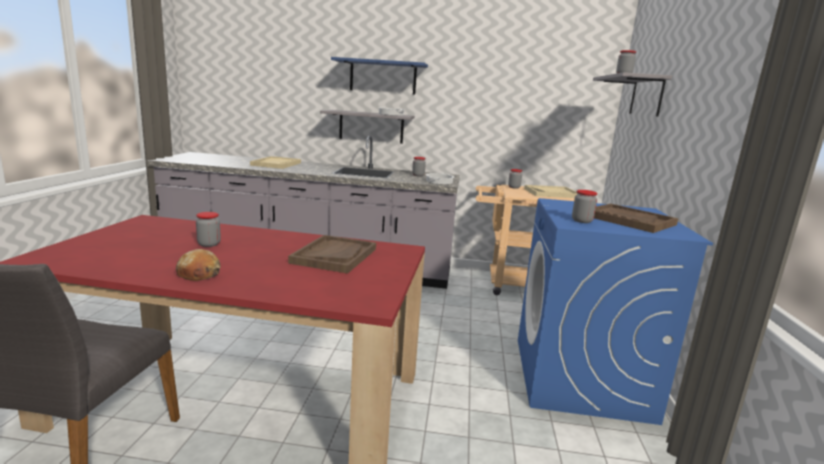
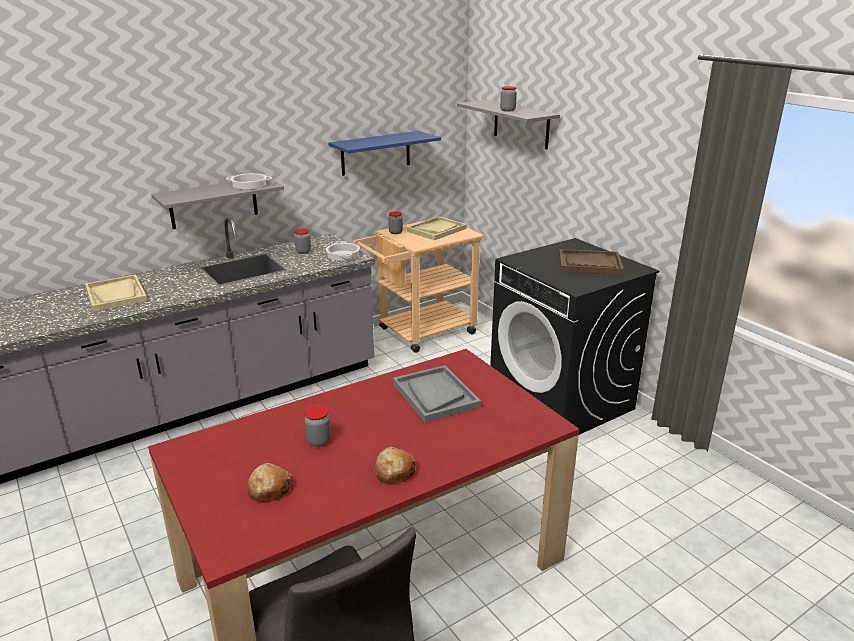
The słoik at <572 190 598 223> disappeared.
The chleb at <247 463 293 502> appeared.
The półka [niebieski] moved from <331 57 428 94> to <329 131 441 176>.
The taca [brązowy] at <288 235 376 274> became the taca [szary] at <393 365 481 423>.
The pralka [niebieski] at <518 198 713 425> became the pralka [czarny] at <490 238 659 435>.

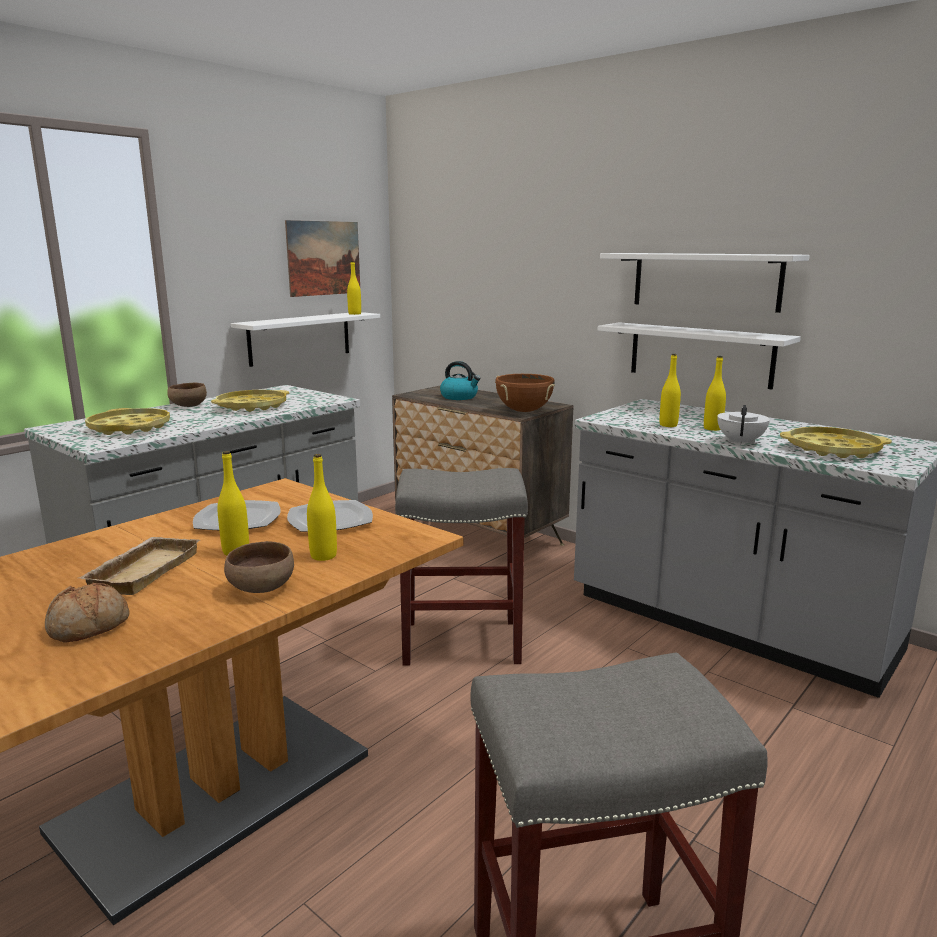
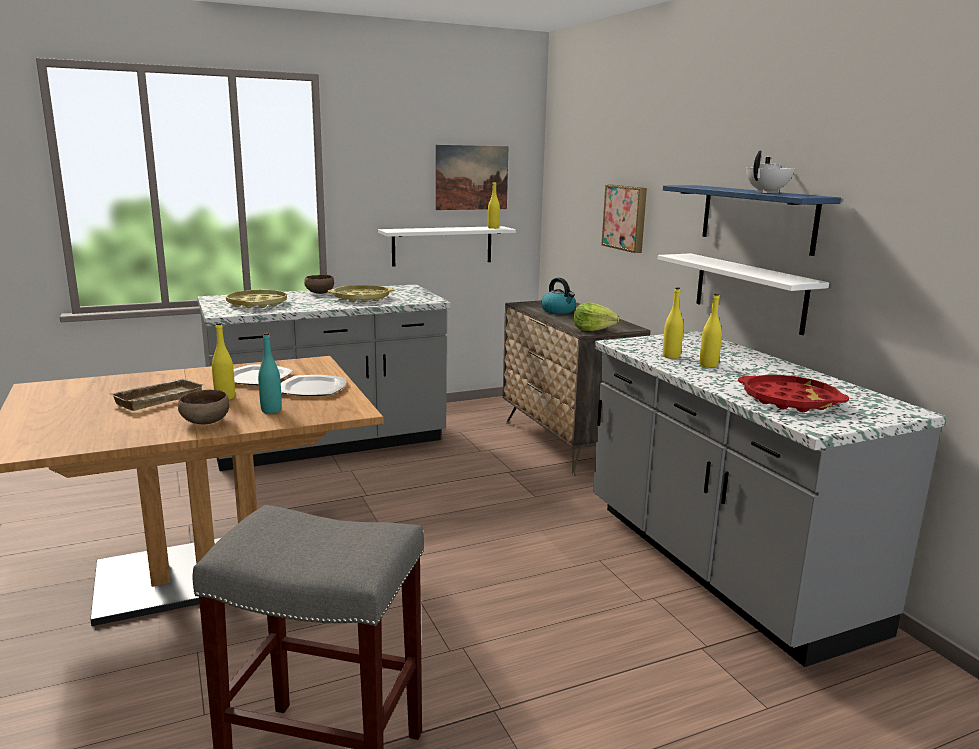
The chleb at <45 583 129 643> disappeared.
The stołek [szary] at <395 468 528 666> disappeared.
The obraz at <602 185 647 253> appeared.
The imbryk [biały] moved from <717 405 770 445> to <746 150 794 194>.
The garnek [brązowy] at <495 374 555 412> was replaced by the sałata at <574 303 619 331>.
The butelka [żółty] at <307 454 337 561> became the butelka [turkusowy] at <258 333 282 414>.
The półka [biały] at <600 253 810 313> became the półka [niebieski] at <663 185 841 256>.
The taca [żółty] at <780 427 892 458> became the taca [czerwony] at <738 375 849 412>.

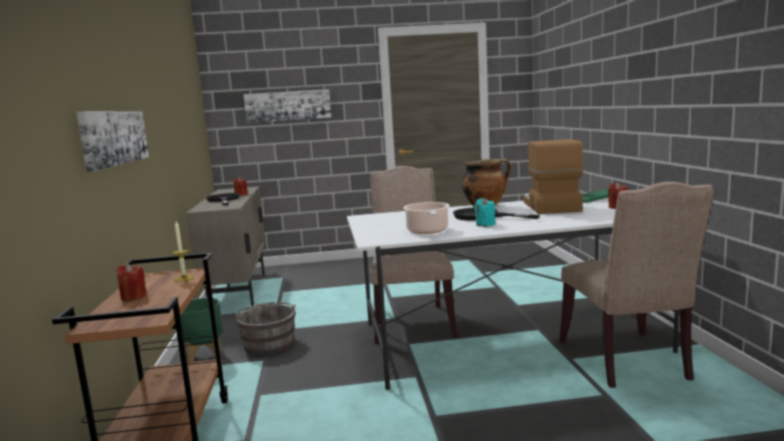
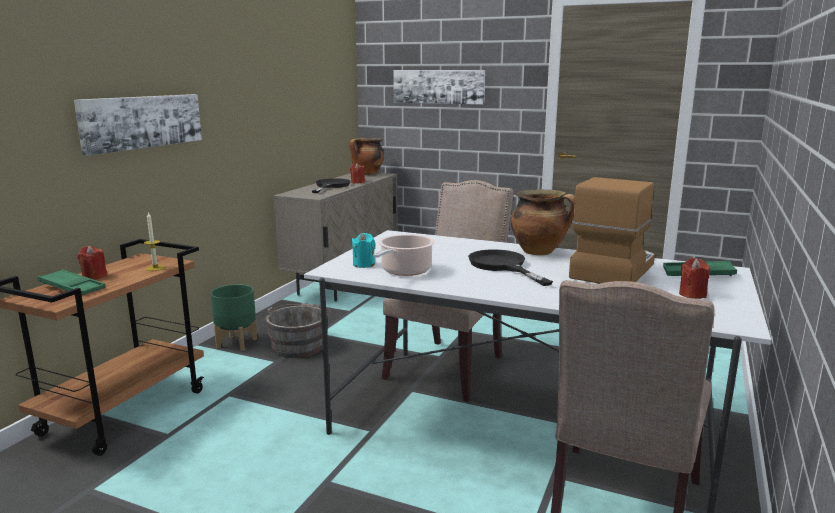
The taca [zielony] at <37 269 105 295> appeared.
The garnek at <349 138 384 175> appeared.
The świeca [turkusowy] moved from <474 198 496 227> to <352 233 375 268>.

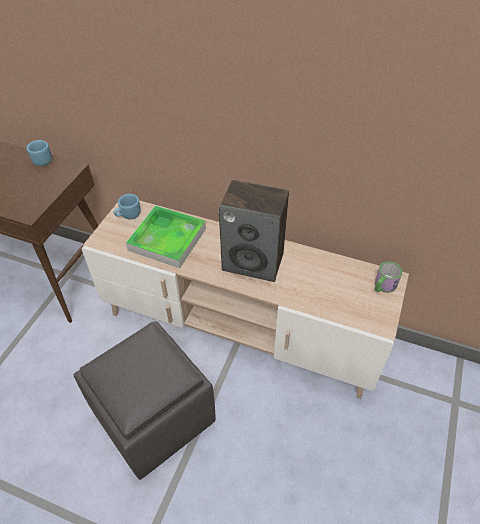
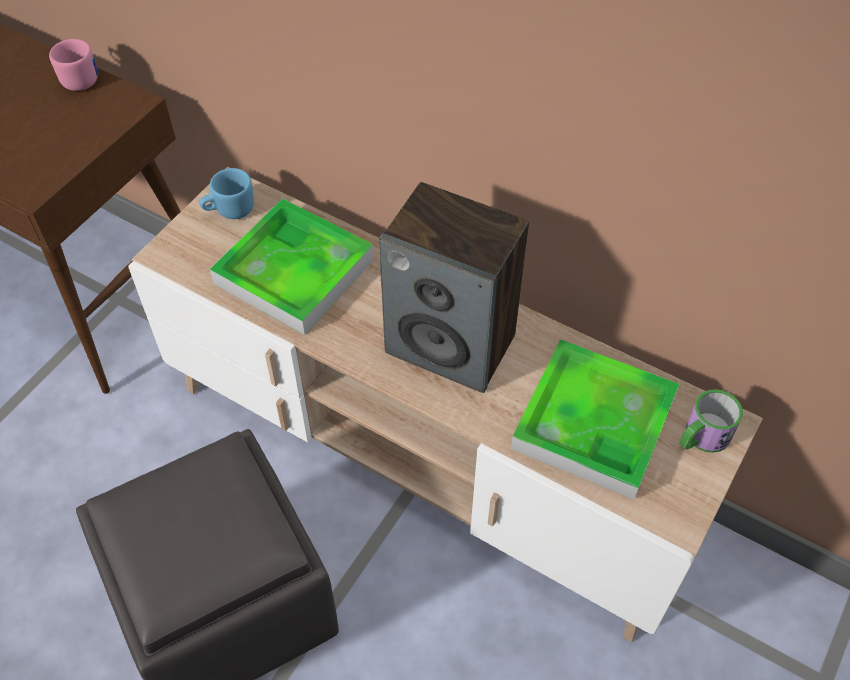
The taca at <511 339 679 499> appeared.
The kubek [niebieski] at <27 140 52 166> became the kubek [różowy] at <49 39 98 91>.

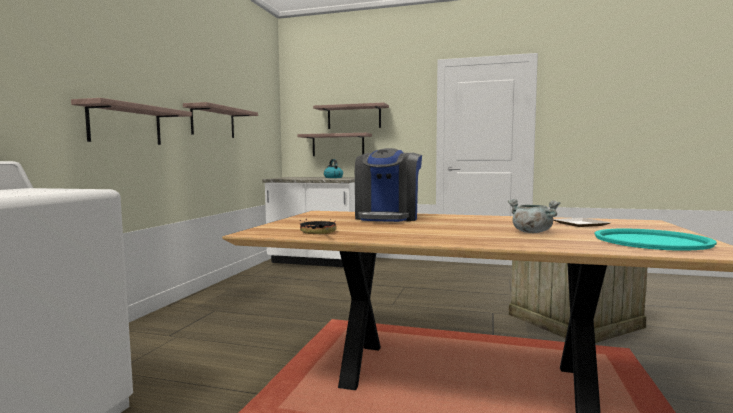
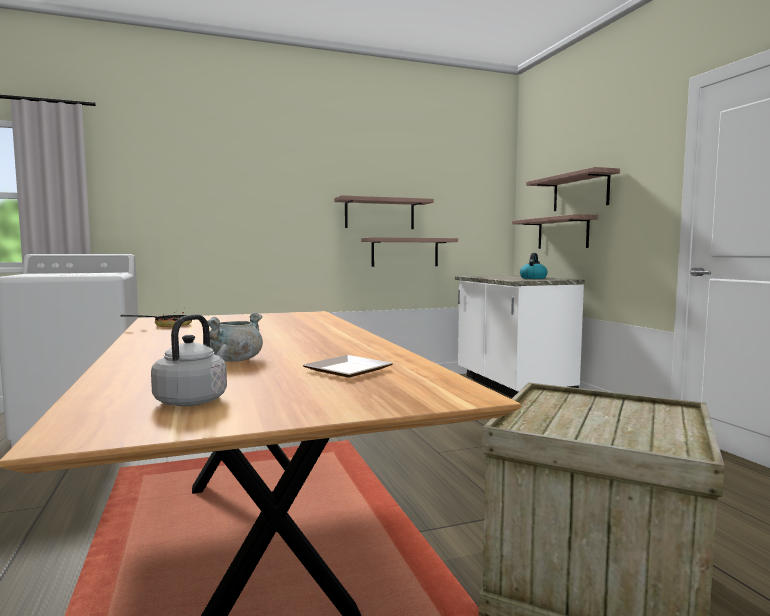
The ekspres do kawy at <355 148 422 222> disappeared.
The półka moved from <71 98 192 145> to <361 237 458 267>.
The taca [turkusowy] at <594 229 717 251> was replaced by the czajnik [szary] at <151 314 228 406>.

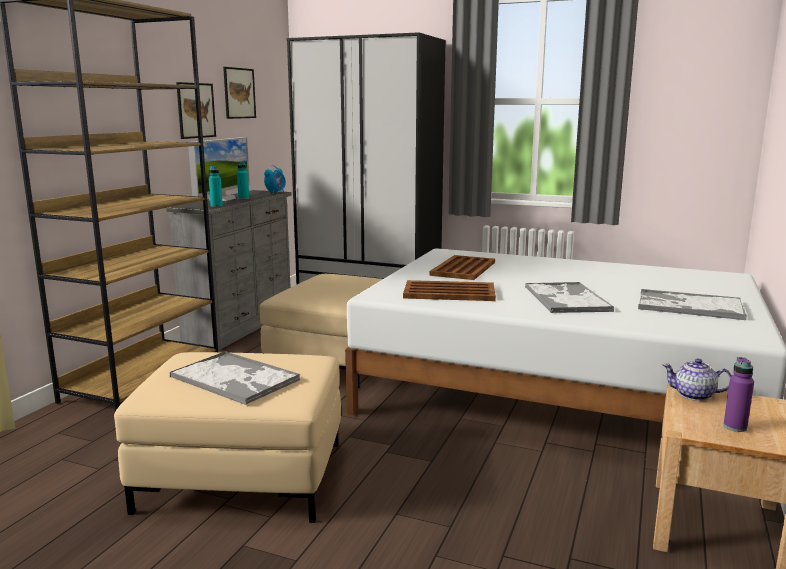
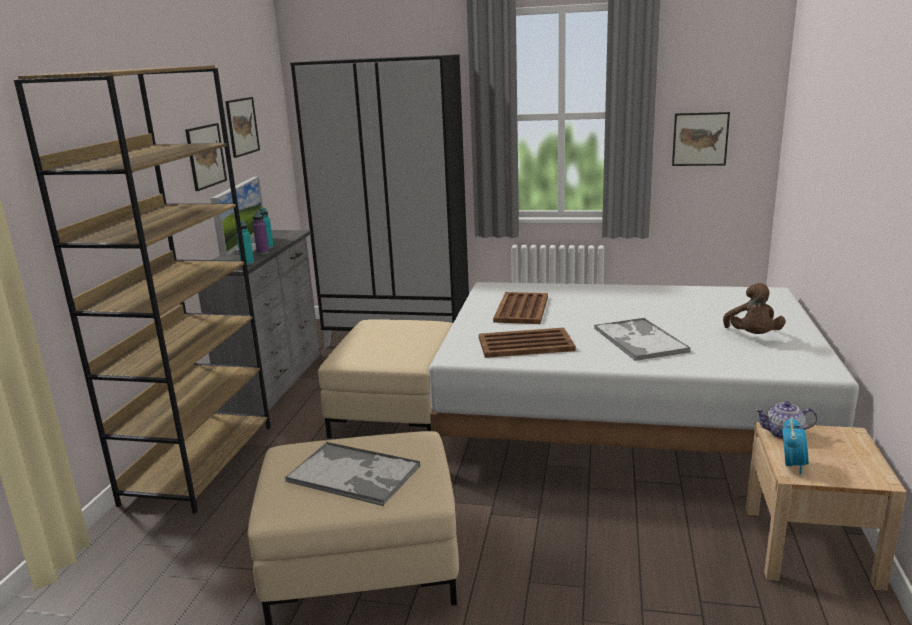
The obraz at <672 112 730 166> appeared.
The budzik moved from <264 165 286 194> to <782 417 809 475>.
The butelka [fioletowy] moved from <723 357 754 432> to <253 212 269 254>.
The taca at <638 289 747 320> was replaced by the pluszak [brązowy] at <723 283 786 334>.

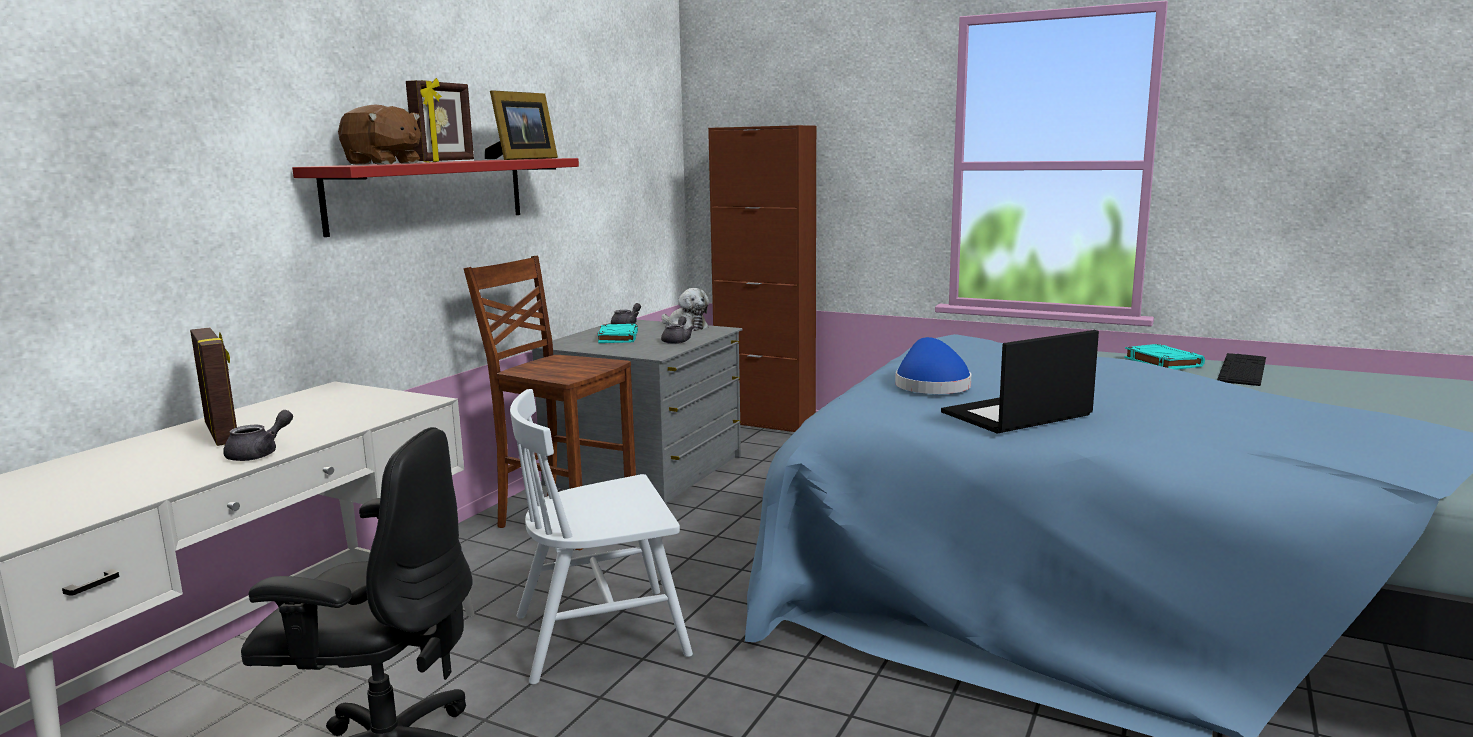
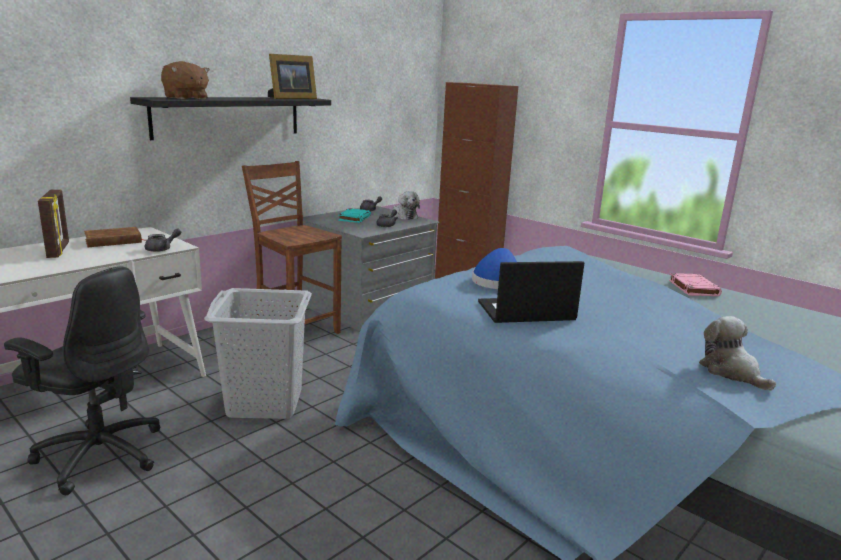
The ramka na zdjęcie at <406 78 474 162> disappeared.
The klawiatura at <1217 353 1266 386> disappeared.
The książka [brązowy] at <84 227 143 247> appeared.
The pluszak at <699 316 776 391> appeared.
The imbryk [szary] moved from <223 410 293 461> to <145 228 181 252>.
The krzesło [biały] at <510 389 693 685> was replaced by the kosz na pranie [szary] at <204 288 312 419>.
The półka [czerwony] at <292 158 579 237> became the półka [czarny] at <130 97 331 140>.
The książka [turkusowy] at <1124 344 1205 370> became the książka [różowy] at <669 273 722 296>.

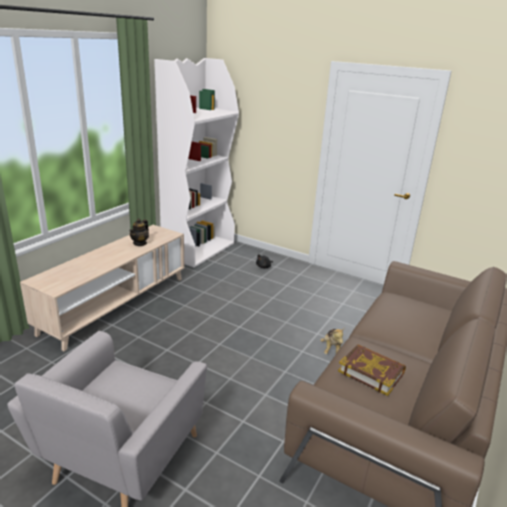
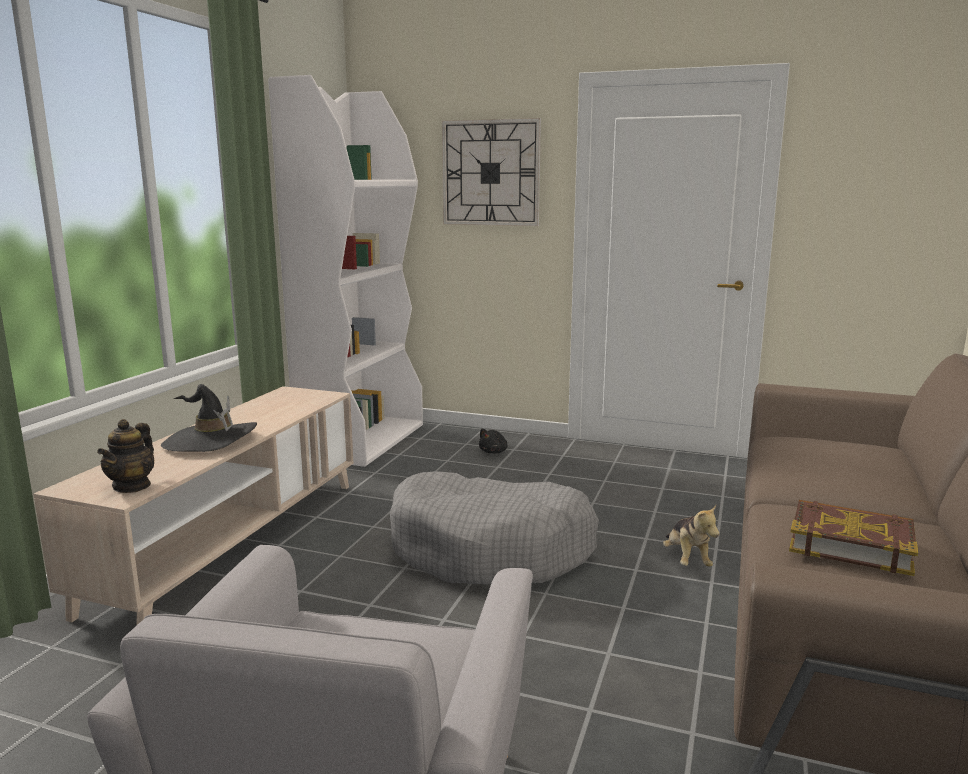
The kapelusz [czarny] at <161 384 257 452> appeared.
The legowisko [szary] at <390 471 599 584> appeared.
The zegar ścienny at <442 118 541 226> appeared.
The imbryk moved from <129 218 149 246> to <97 419 154 493>.

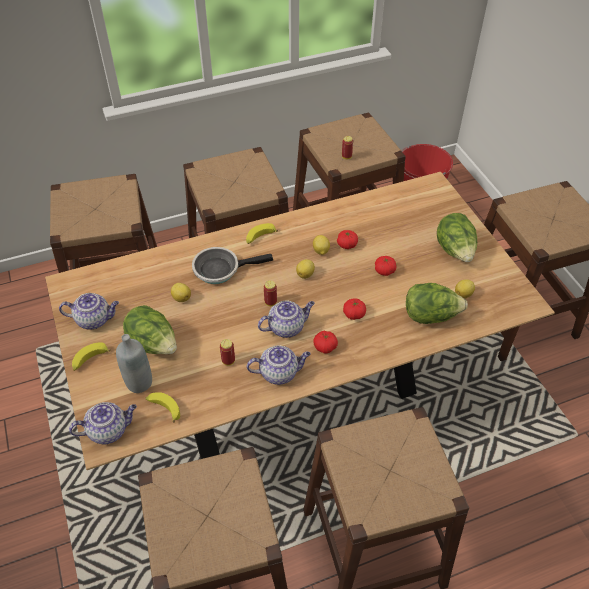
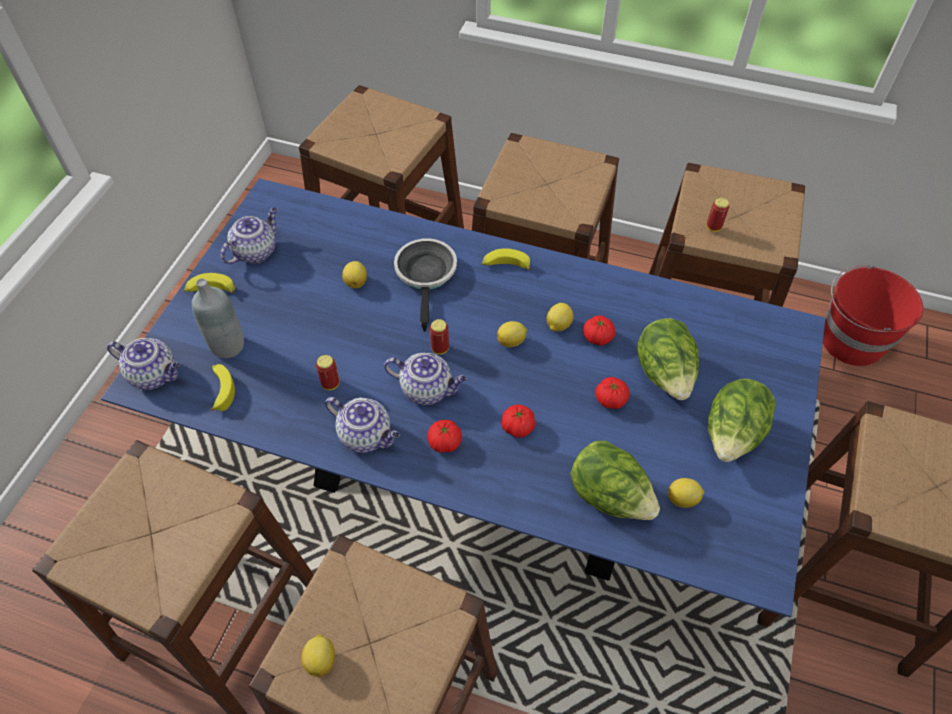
The cytryna at <301 634 335 677> appeared.
The sałata moved from <123 305 177 354> to <637 318 699 400>.
The stół jadalny [brązowy] at <45 172 555 470> became the stół jadalny [niebieski] at <101 178 826 617>.
The imbryk at <59 293 119 330> turned 90 degrees counterclockwise.
The patelnia at <192 247 274 284> turned 60 degrees clockwise.

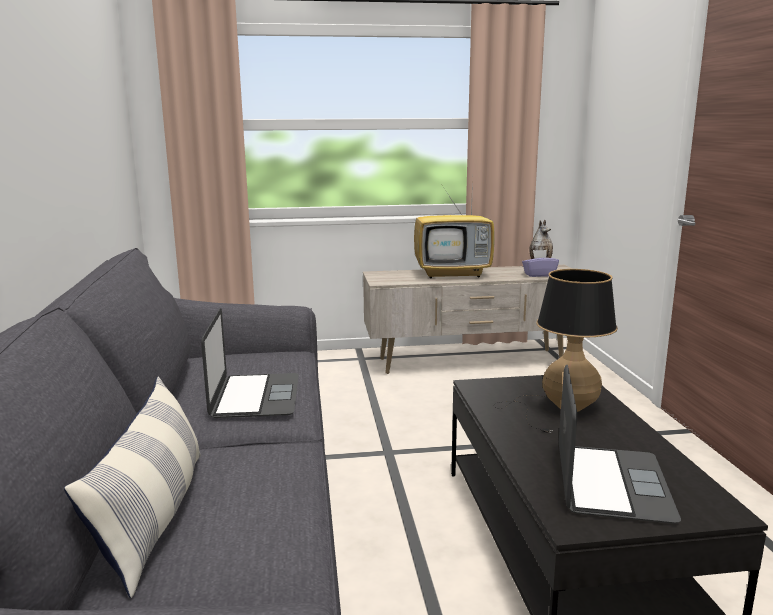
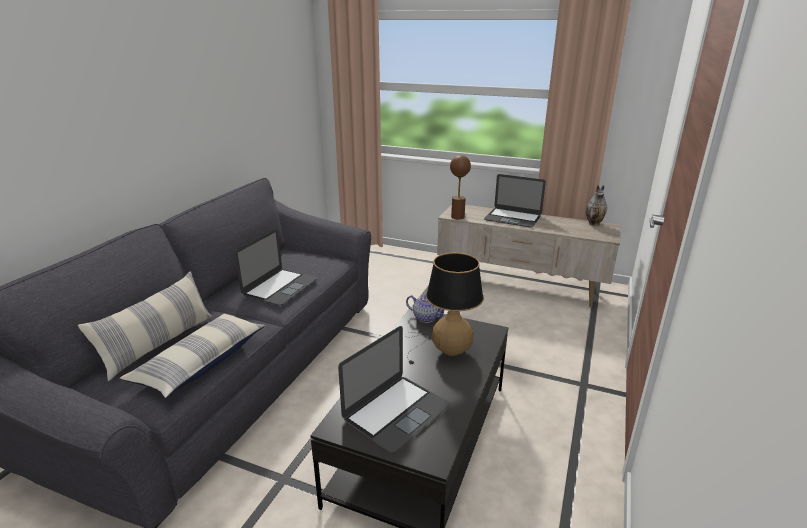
The pudełko chusteczek [fioletowy] at <522 250 559 277> disappeared.
The poduszka at <120 313 266 398> appeared.
The imbryk at <406 294 444 323> appeared.
The lampa stołowa [brązowy] at <450 155 471 219> appeared.
The telewizor at <414 177 494 278> was replaced by the laptop at <484 174 546 228>.

